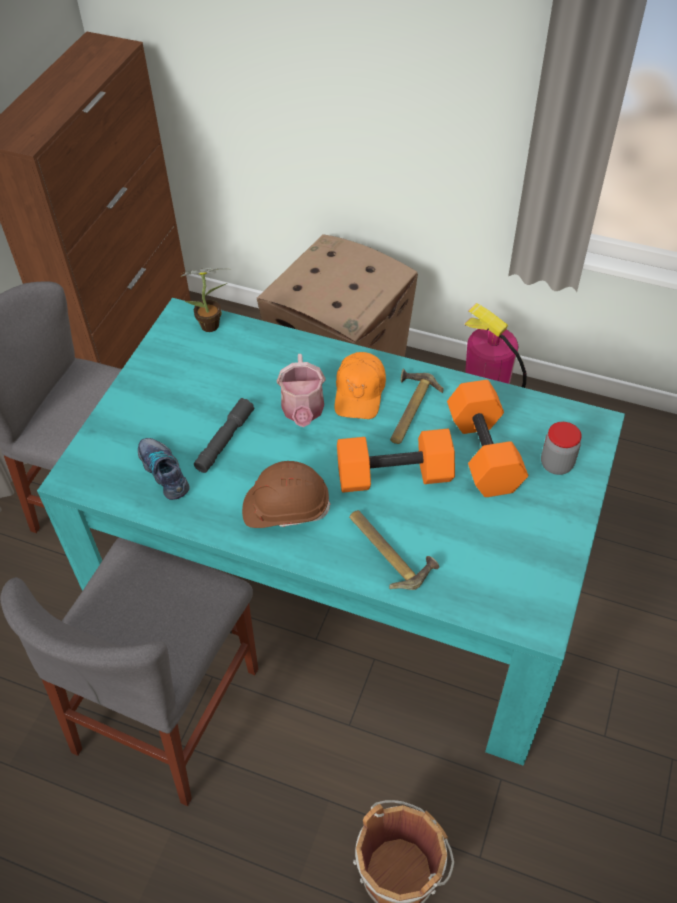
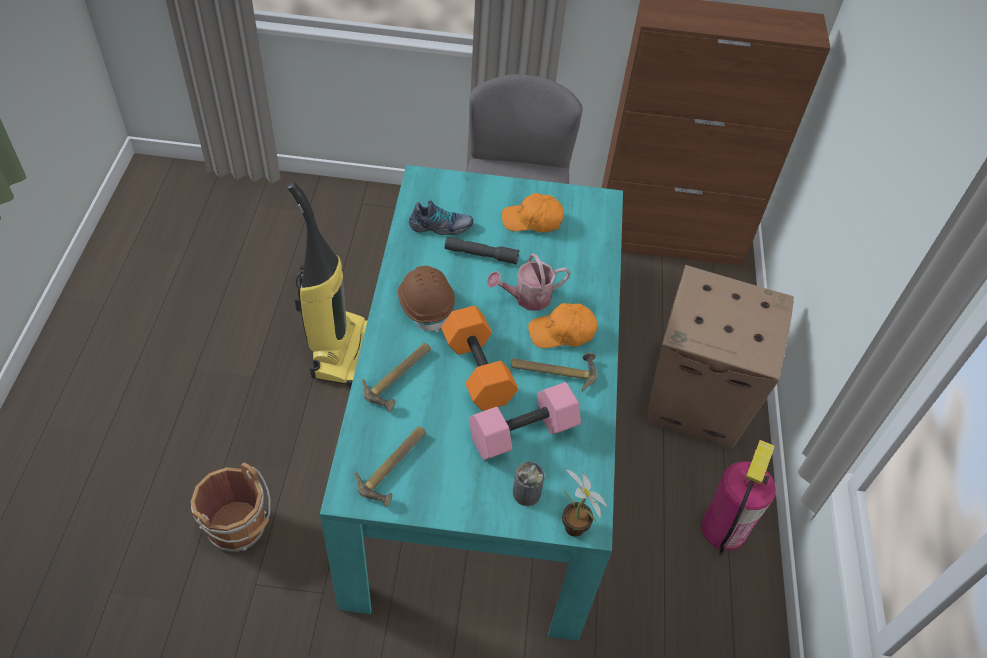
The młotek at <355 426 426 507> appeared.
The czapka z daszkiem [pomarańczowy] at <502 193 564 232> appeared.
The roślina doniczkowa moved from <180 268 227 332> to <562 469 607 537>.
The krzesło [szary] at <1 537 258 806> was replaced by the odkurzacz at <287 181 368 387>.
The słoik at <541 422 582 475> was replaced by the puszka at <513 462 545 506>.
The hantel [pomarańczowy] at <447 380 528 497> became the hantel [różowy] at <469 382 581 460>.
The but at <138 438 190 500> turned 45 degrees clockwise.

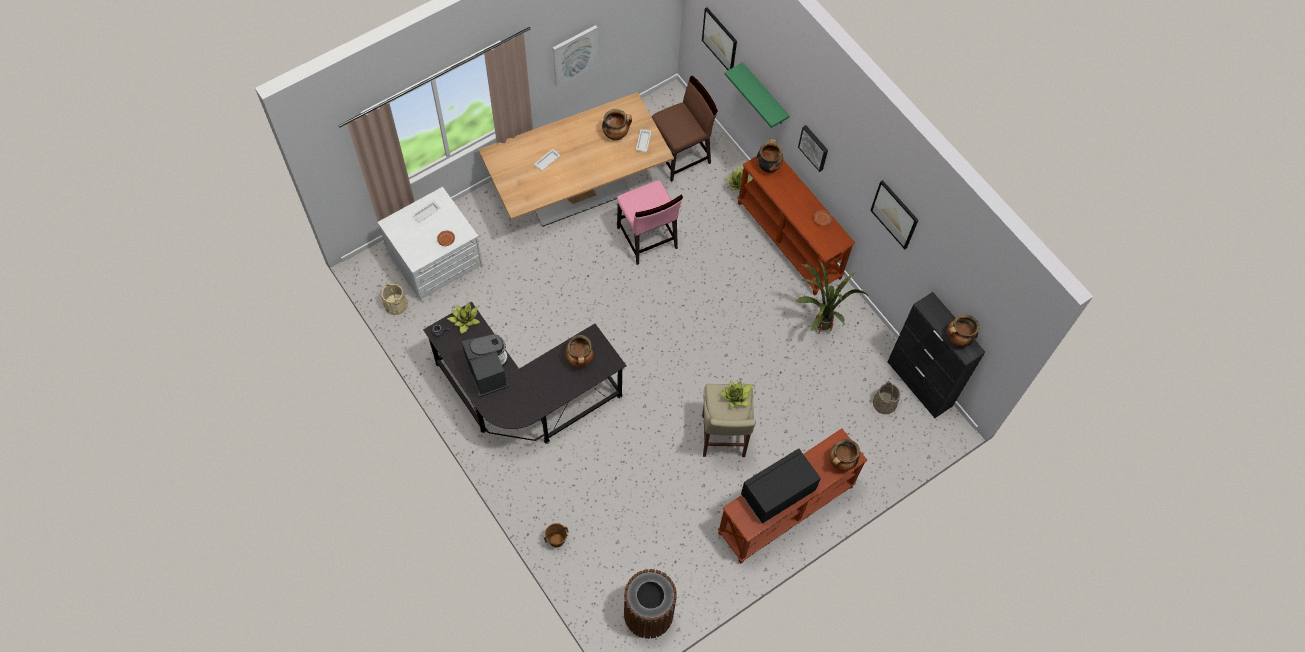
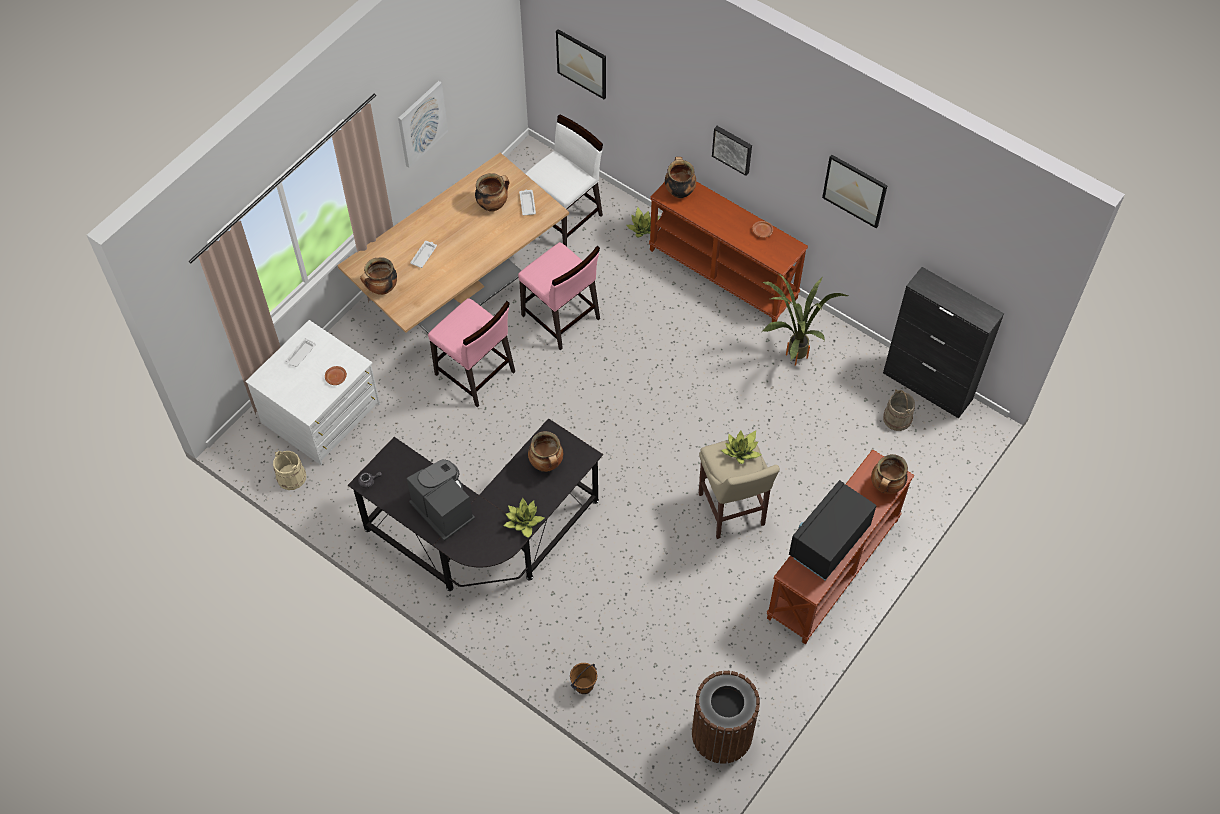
The półka [zielony] at <725 62 790 128> disappeared.
The krzesło [różowy] at <428 298 515 407> appeared.
The roślina doniczkowa moved from <447 302 480 334> to <503 498 544 538>.
The garnek moved from <947 314 980 346> to <360 257 397 295>.
The krzesło [brązowy] at <652 76 718 182> became the krzesło [biały] at <525 115 603 247>.

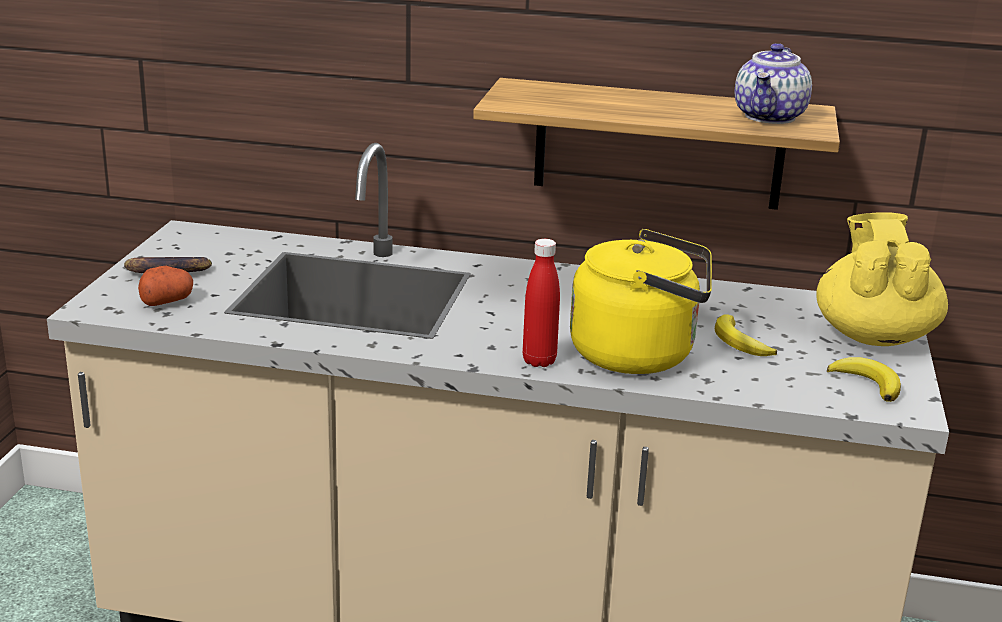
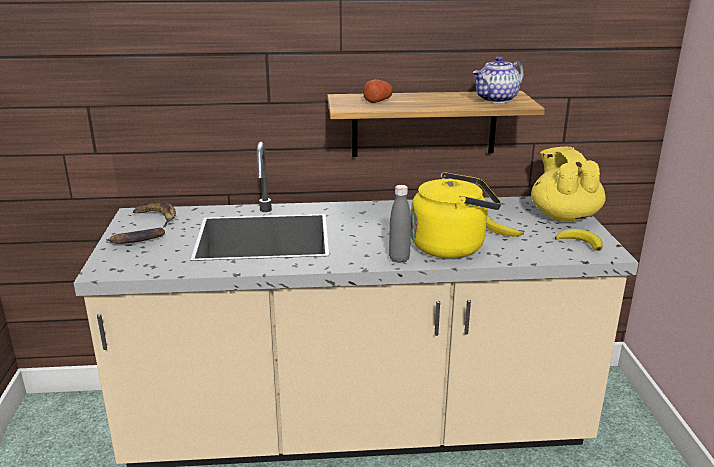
The banan at <133 201 176 227> appeared.
The ziemniak moved from <138 266 193 306> to <363 79 393 103>.
The butelka [czerwony] at <523 239 560 367> became the butelka [szary] at <389 185 411 263>.
The imbryk at <735 43 812 124> turned 45 degrees clockwise.

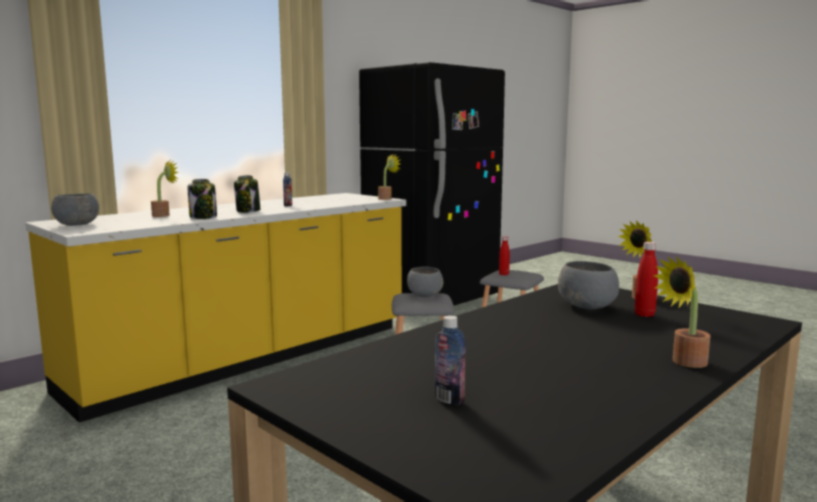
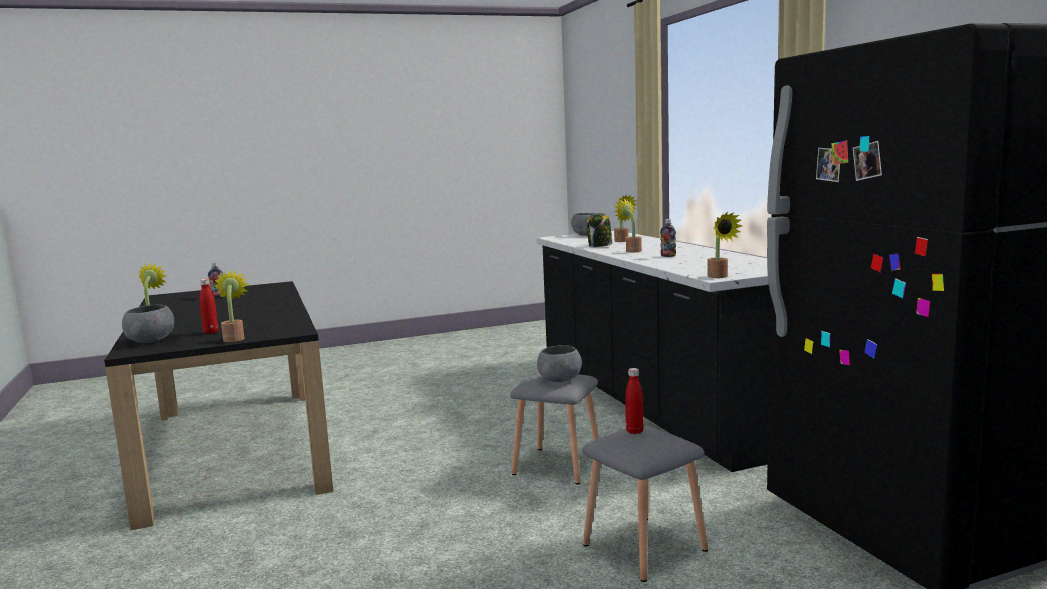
The miska [szary] moved from <558 261 619 309> to <122 305 174 343>.
The słoik at <234 175 260 213> was replaced by the roślina doniczkowa at <614 199 642 252>.
The zabudowa kuchenna [żółty] at <25 193 406 423> became the zabudowa kuchenna [czarny] at <536 231 770 472>.

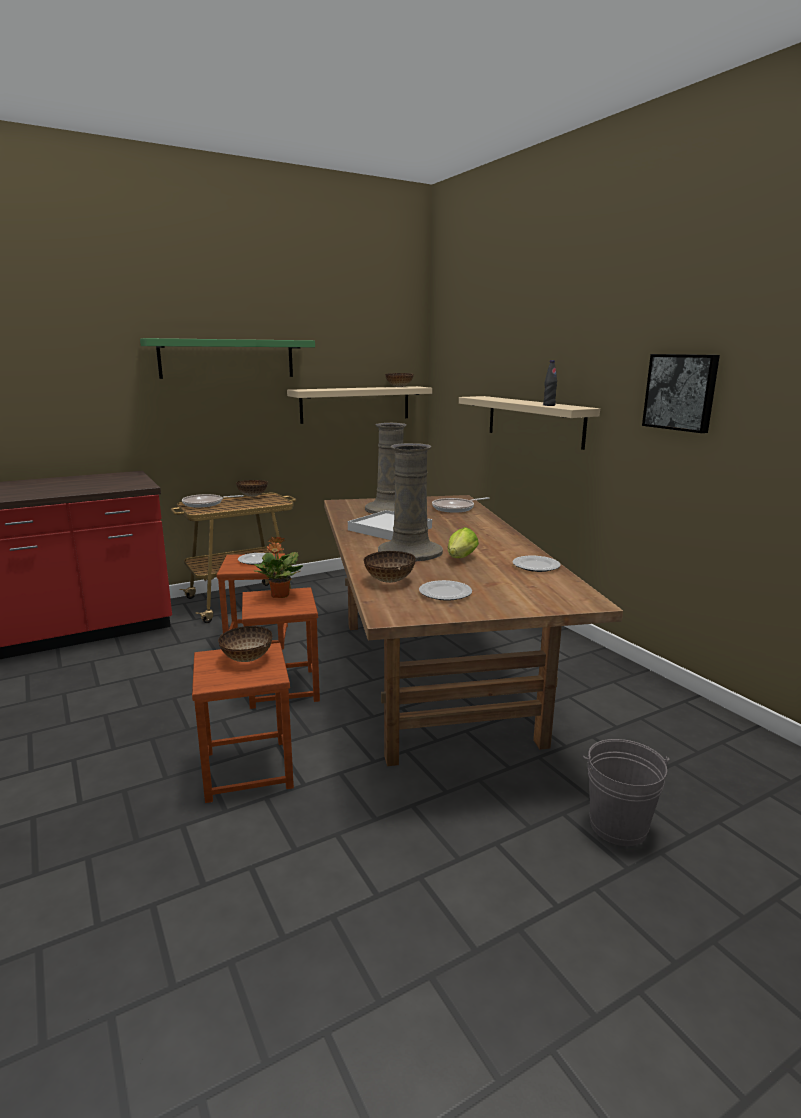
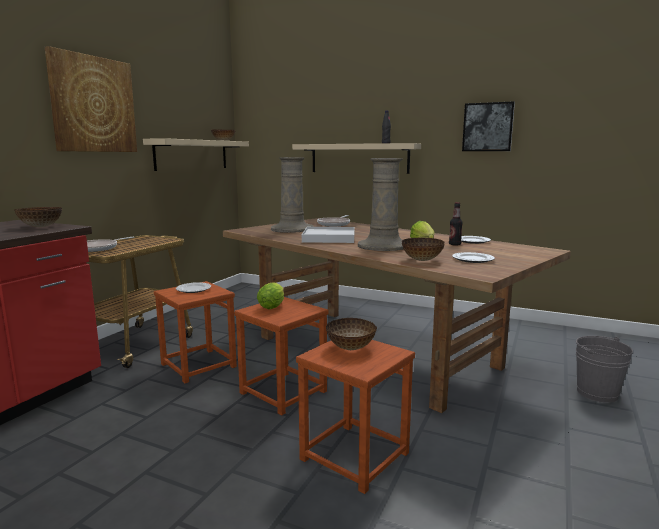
The butelka at <449 202 463 246> appeared.
The miska moved from <236 480 268 497> to <14 207 62 227>.
The półka [zielony] at <140 338 315 379> was replaced by the obraz at <45 46 137 152>.
The roślina doniczkowa at <254 537 303 598> was replaced by the sałata at <257 282 284 309>.

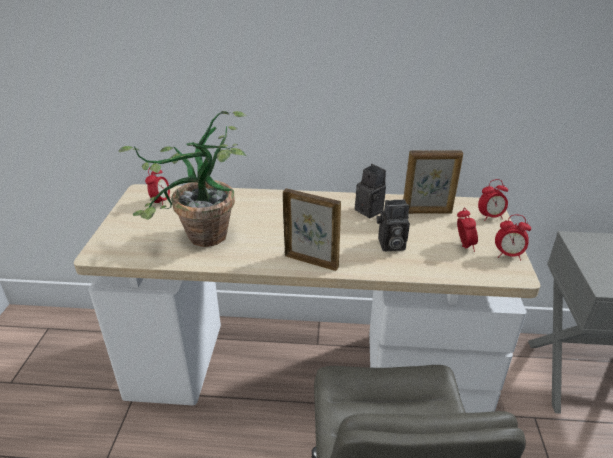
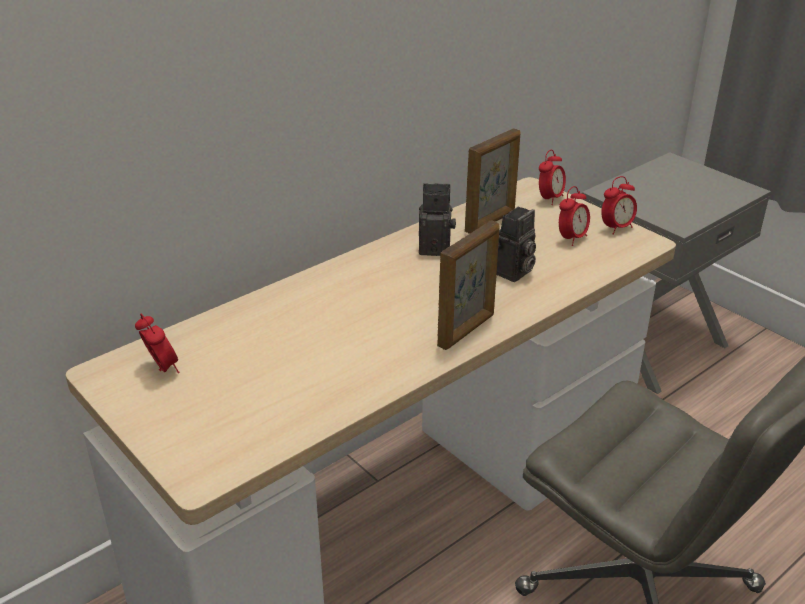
The roślina doniczkowa at <118 111 247 247> disappeared.
The ramka na zdjęcie at <283 188 341 271> turned 150 degrees clockwise.
The budzik at <457 207 478 252> turned 90 degrees clockwise.

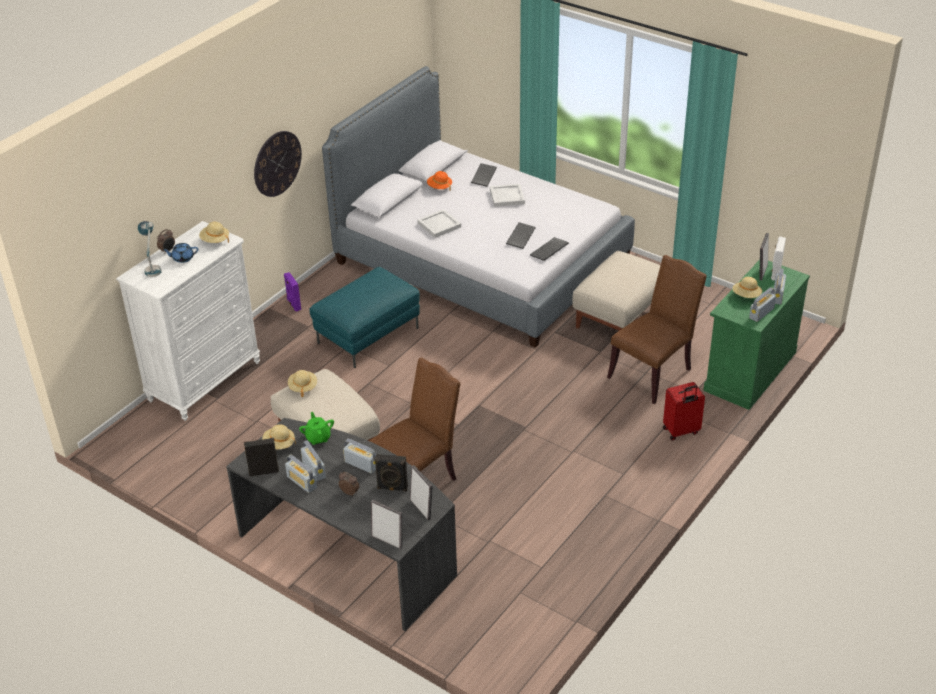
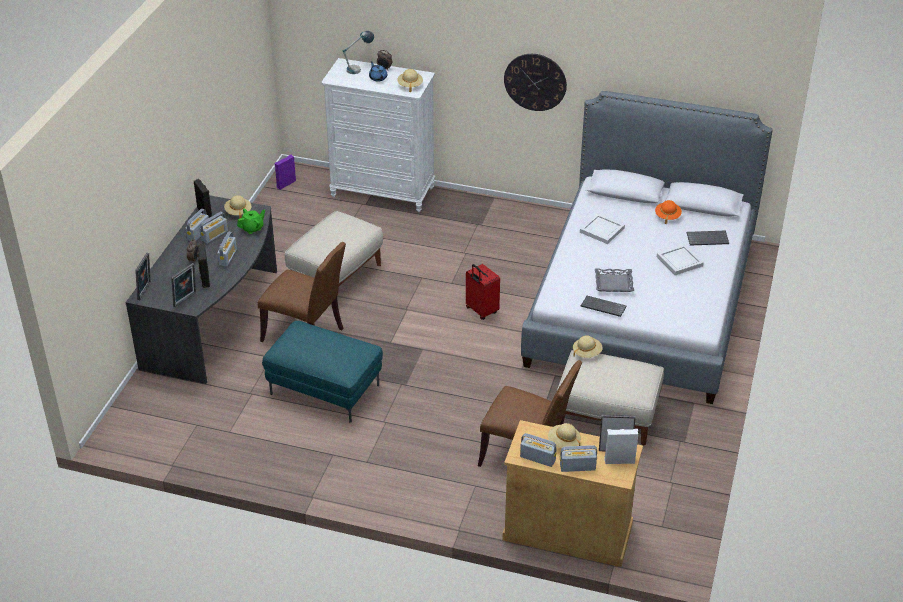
The głośnik [fioletowy] moved from <284 272 301 312> to <274 155 296 190>.
The kapelusz [beżowy] moved from <288 370 317 397> to <573 335 603 358>.
The pufa [turkusowy] moved from <309 267 420 368> to <262 321 383 423>.
The walizka [czerwony] moved from <663 382 705 441> to <466 264 500 320>.
The klawiatura at <506 222 536 249> was replaced by the taca [szary] at <595 269 634 292>.
The szafka [zielony] at <703 260 810 410> became the szafka [beżowy] at <502 420 643 567>.

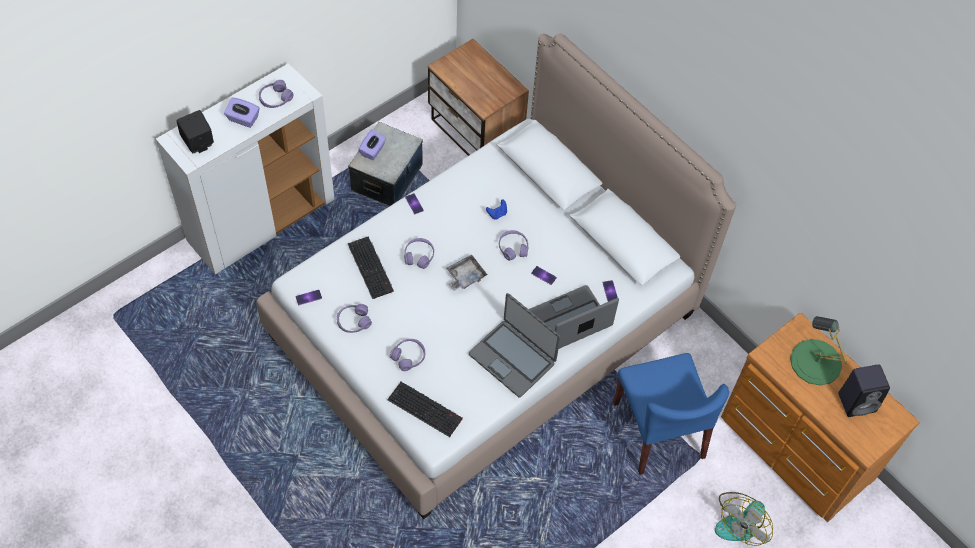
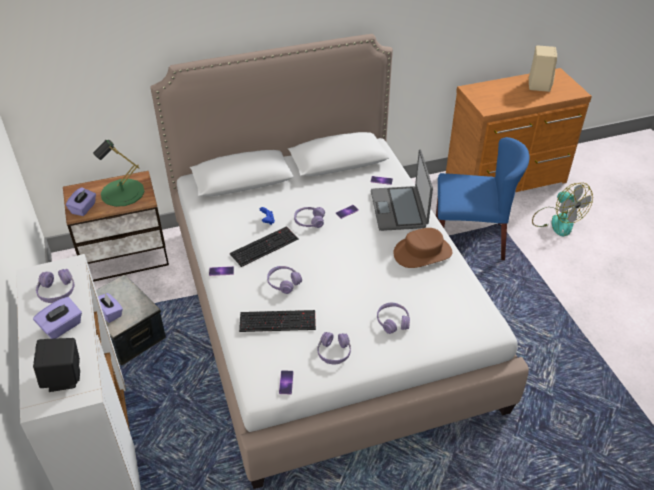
The taca [szary] at <447 255 488 291> disappeared.
The pudełko chusteczek [fioletowy] at <66 187 96 216> appeared.
The klawiatura moved from <387 382 463 437> to <230 226 299 267>.
The lampa stołowa [zielony] moved from <790 316 848 386> to <93 140 145 207>.
The laptop at <469 293 561 397> was replaced by the kapelusz [brązowy] at <393 228 452 268>.
The głośnik [czarny] at <838 364 890 417> became the głośnik [beżowy] at <529 45 557 92>.

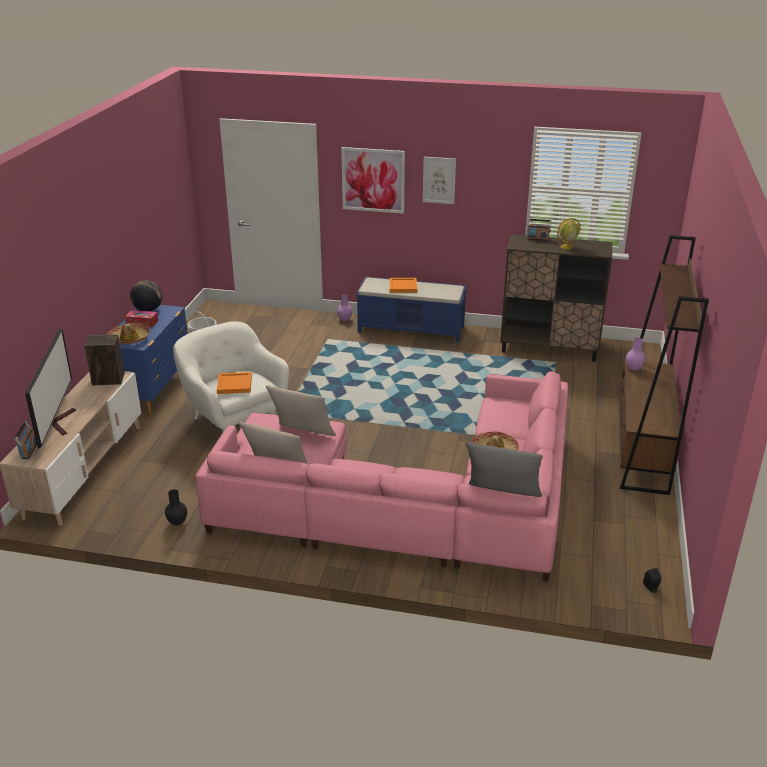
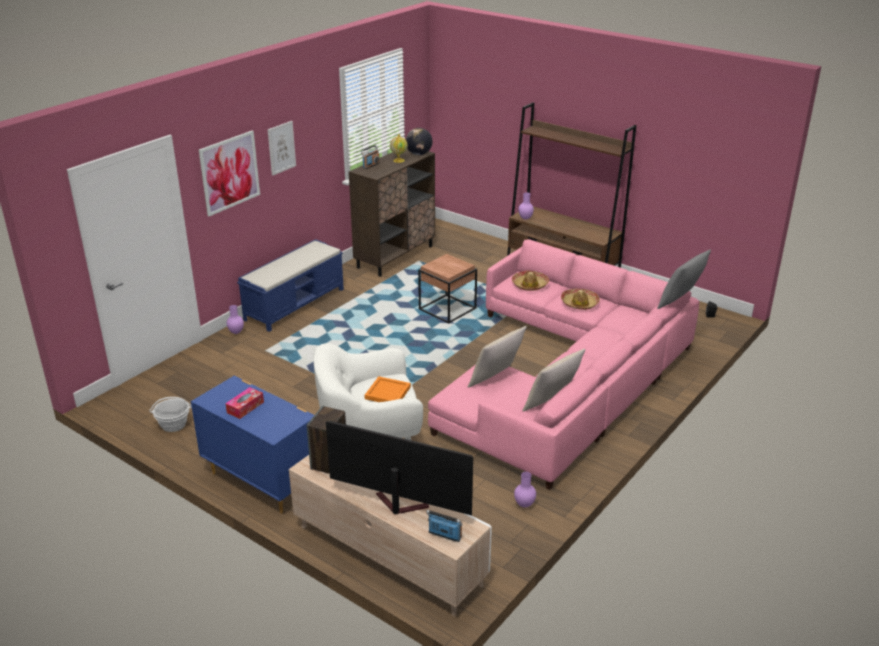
The taca [pomarańczowy] at <390 278 417 293> disappeared.
The stolik [brązowy] at <418 254 477 323> appeared.
The kapelusz moved from <107 323 150 344> to <512 270 549 291>.
The globus moved from <130 280 162 311> to <406 128 432 155>.
The wazon [czarny] at <165 489 187 525> became the wazon [fioletowy] at <514 472 536 508>.

